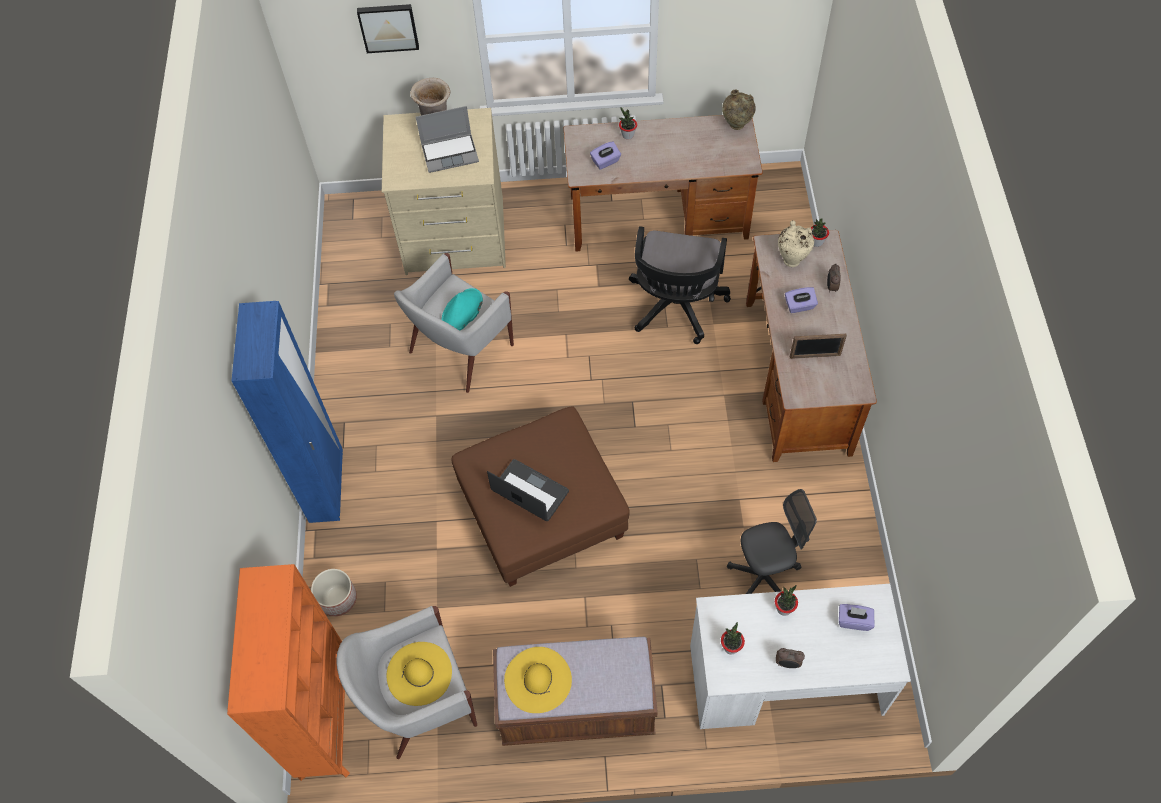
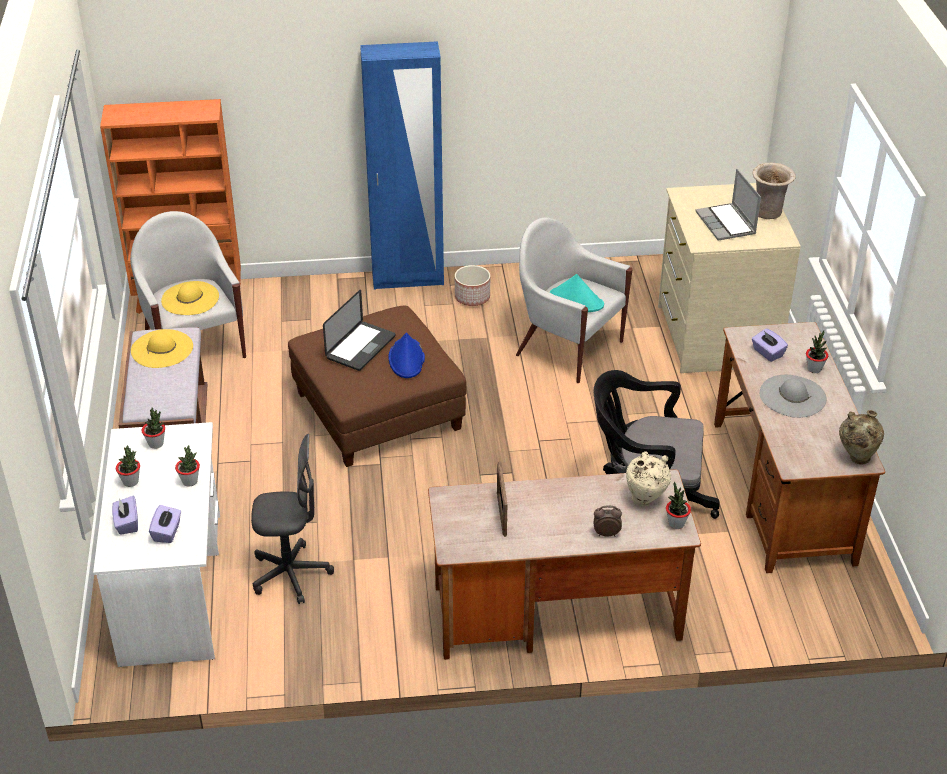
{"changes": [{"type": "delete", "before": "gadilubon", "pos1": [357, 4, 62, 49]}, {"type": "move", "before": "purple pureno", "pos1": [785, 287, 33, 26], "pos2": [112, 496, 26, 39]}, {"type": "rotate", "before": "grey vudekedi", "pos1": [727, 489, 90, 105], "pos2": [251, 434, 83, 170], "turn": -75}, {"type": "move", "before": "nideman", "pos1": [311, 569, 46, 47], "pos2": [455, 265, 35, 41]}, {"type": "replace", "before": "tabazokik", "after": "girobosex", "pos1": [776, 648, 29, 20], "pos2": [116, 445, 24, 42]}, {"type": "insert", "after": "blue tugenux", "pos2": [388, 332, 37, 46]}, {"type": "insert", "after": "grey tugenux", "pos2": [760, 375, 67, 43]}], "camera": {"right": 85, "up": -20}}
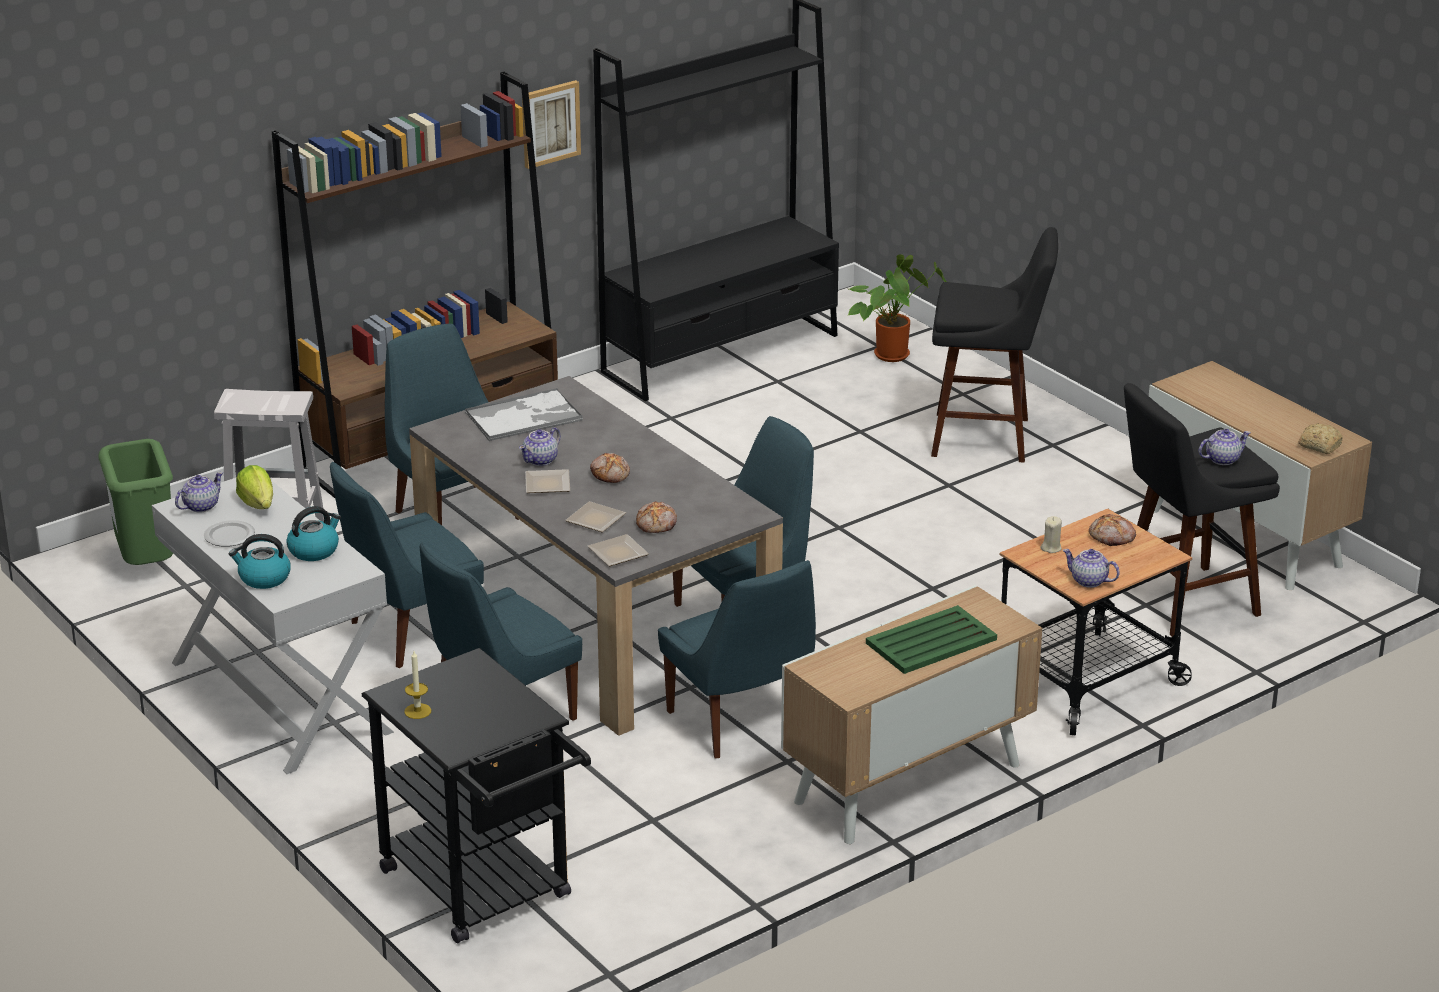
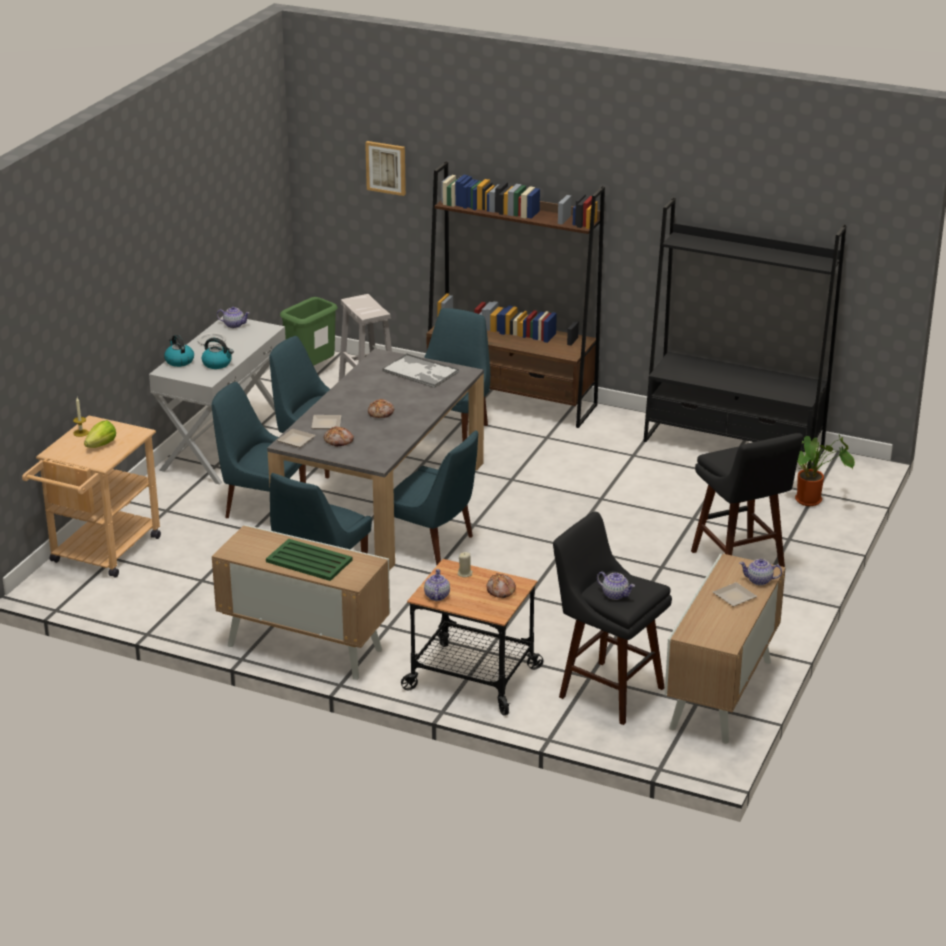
{"changes": [{"type": "move", "before": "gadilubon", "pos1": [522, 80, 59, 89], "pos2": [365, 141, 41, 55]}, {"type": "delete", "before": "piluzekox", "pos1": [1299, 423, 44, 31]}, {"type": "move", "before": "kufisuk", "pos1": [519, 427, 42, 39], "pos2": [739, 559, 43, 26]}, {"type": "move", "before": "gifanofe", "pos1": [236, 465, 37, 44], "pos2": [84, 420, 32, 28]}, {"type": "move", "before": "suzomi", "pos1": [525, 469, 45, 24], "pos2": [713, 582, 44, 25]}, {"type": "recolor", "before": "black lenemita", "after": "beige lenemita", "pos1": [362, 648, 229, 295], "pos2": [22, 416, 139, 162]}], "camera": {"right": 60, "up": 0}}
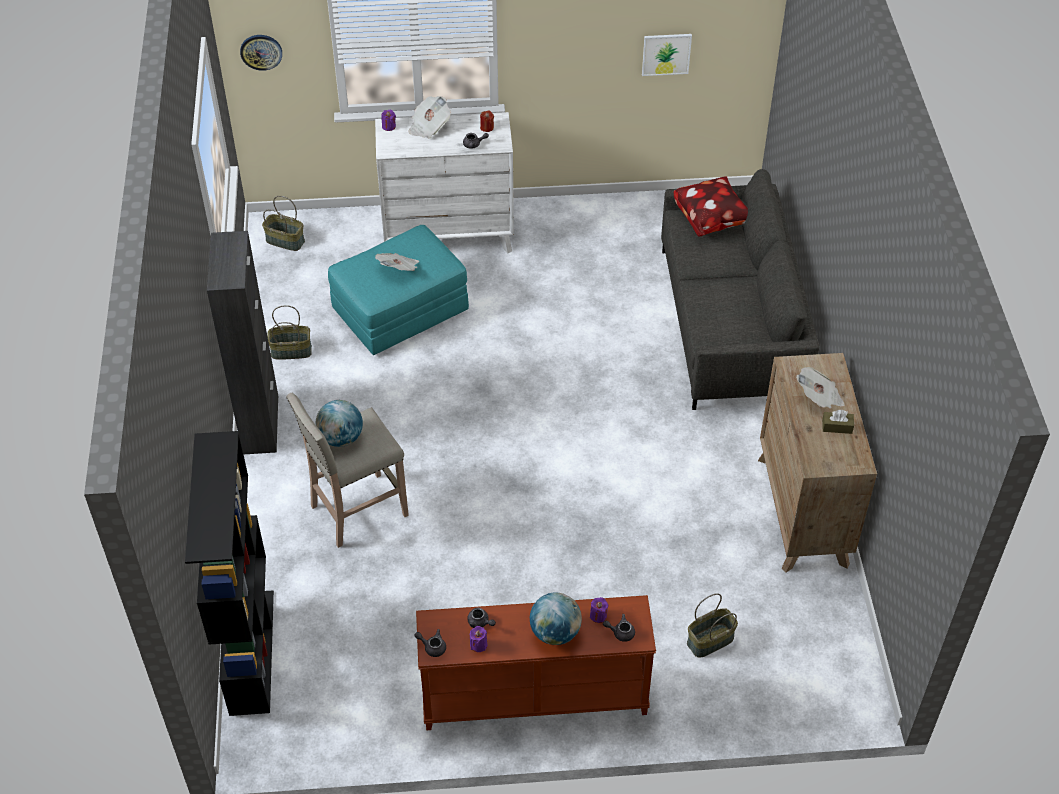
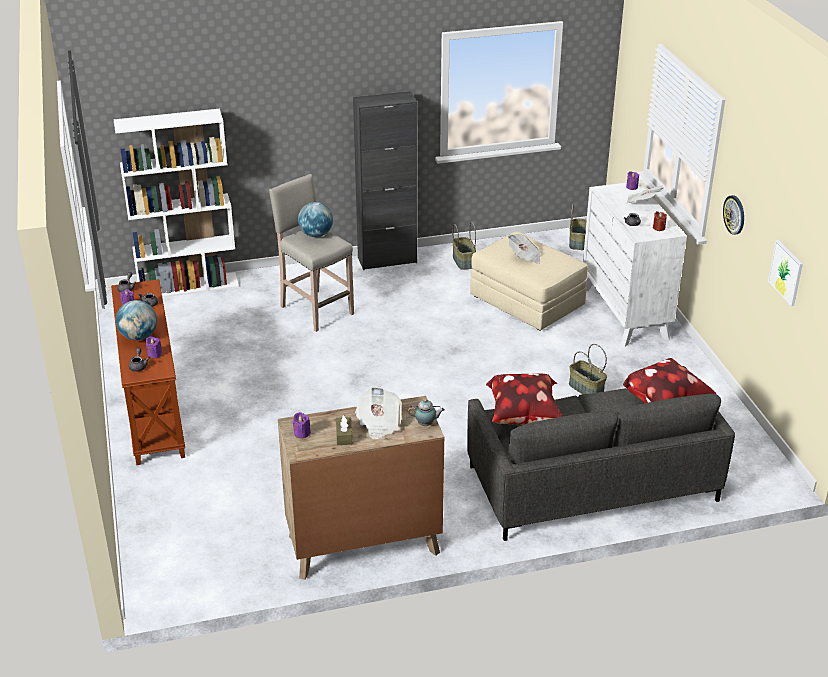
{"changes": [{"type": "move", "before": "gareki", "pos1": [240, 35, 42, 36], "pos2": [723, 195, 21, 40]}, {"type": "recolor", "before": "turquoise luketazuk", "after": "beige luketazuk", "pos1": [328, 225, 141, 130], "pos2": [470, 231, 118, 100]}, {"type": "recolor", "before": "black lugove", "after": "white lugove", "pos1": [185, 431, 89, 285], "pos2": [113, 109, 126, 189]}, {"type": "move", "before": "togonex", "pos1": [687, 593, 51, 65], "pos2": [569, 344, 38, 50]}, {"type": "insert", "after": "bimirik", "pos2": [486, 374, 77, 51]}, {"type": "insert", "after": "kufisuk", "pos2": [408, 399, 37, 27]}, {"type": "insert", "after": "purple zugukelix", "pos2": [292, 412, 19, 26]}], "camera": {"right": 80, "up": -15}}
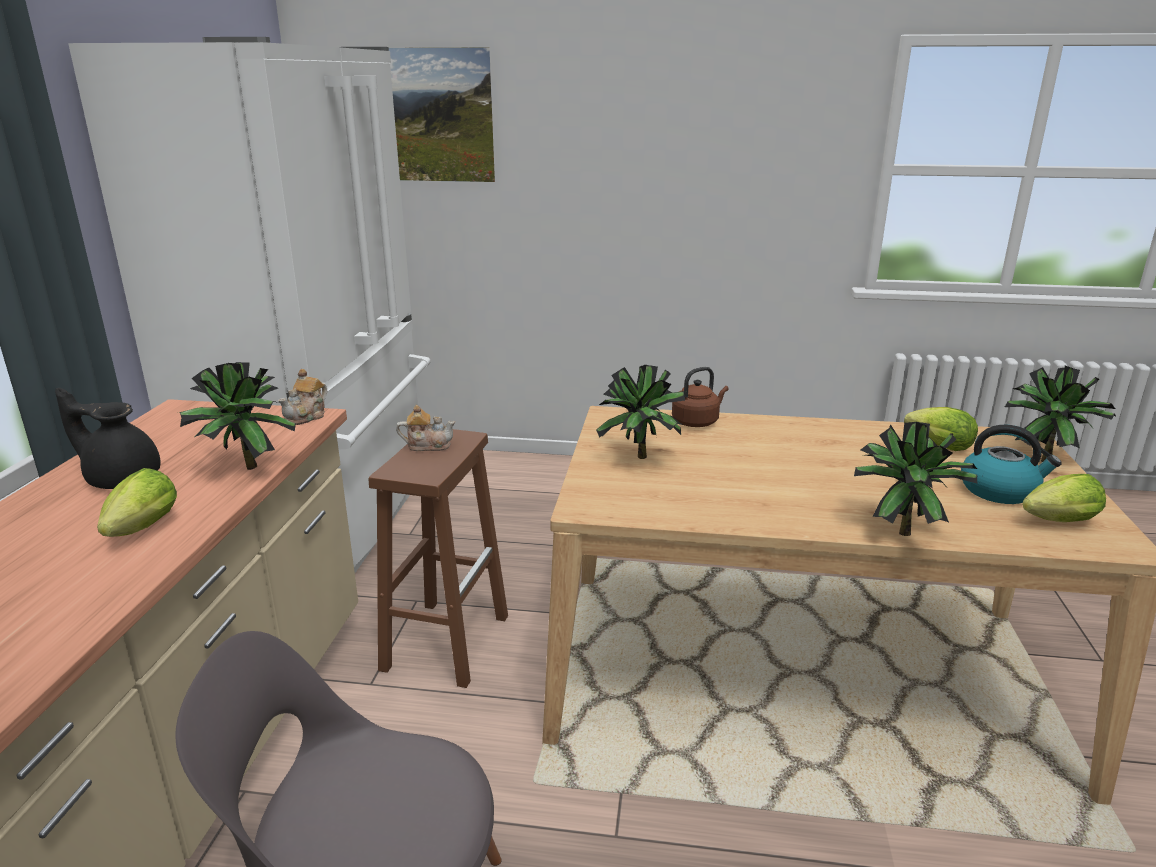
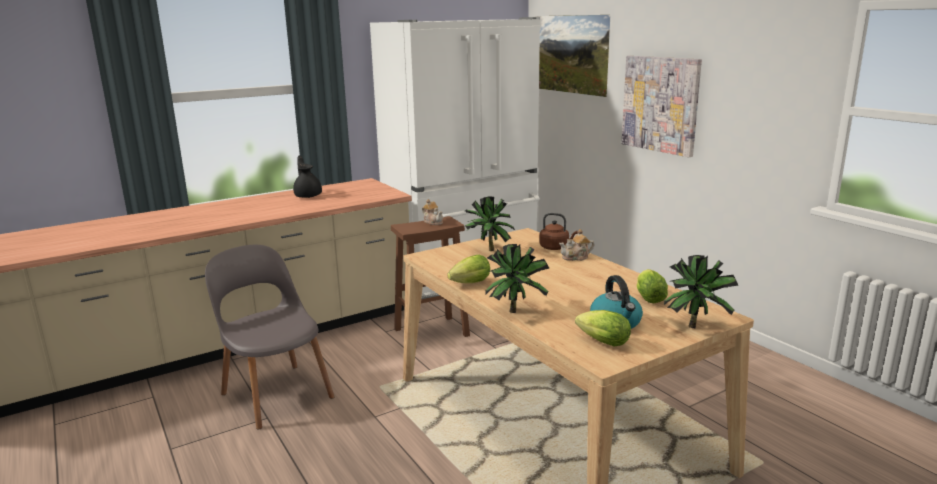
{"changes": [{"type": "delete", "before": "girobosex", "pos1": [179, 362, 117, 108]}, {"type": "move", "before": "kufisuk", "pos1": [278, 369, 49, 56], "pos2": [559, 229, 35, 32]}, {"type": "move", "before": "gifanofe", "pos1": [97, 468, 80, 69], "pos2": [447, 255, 43, 28]}, {"type": "insert", "after": "gadilubon", "pos2": [621, 56, 81, 101]}], "camera": {"right": 50, "up": -5}}
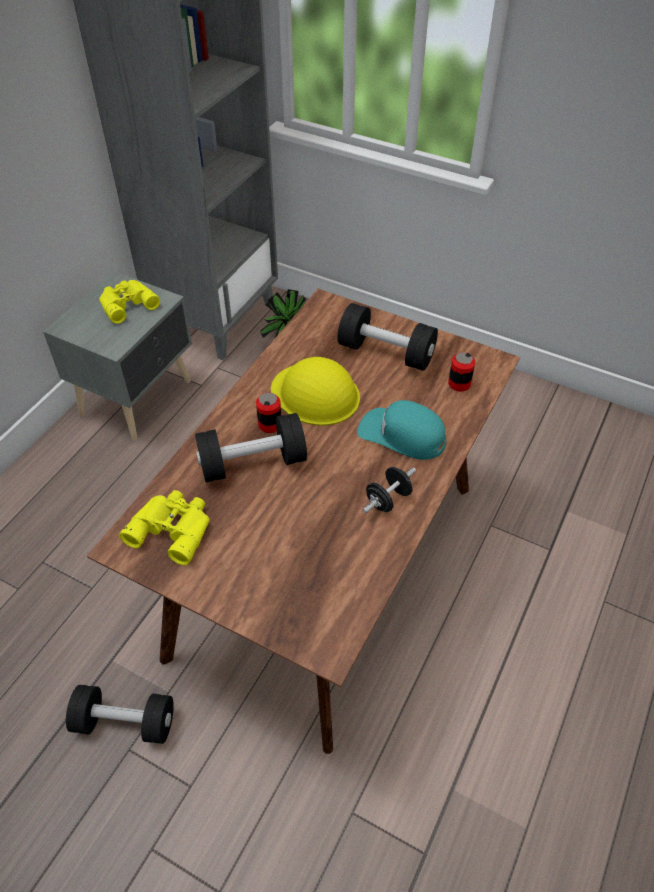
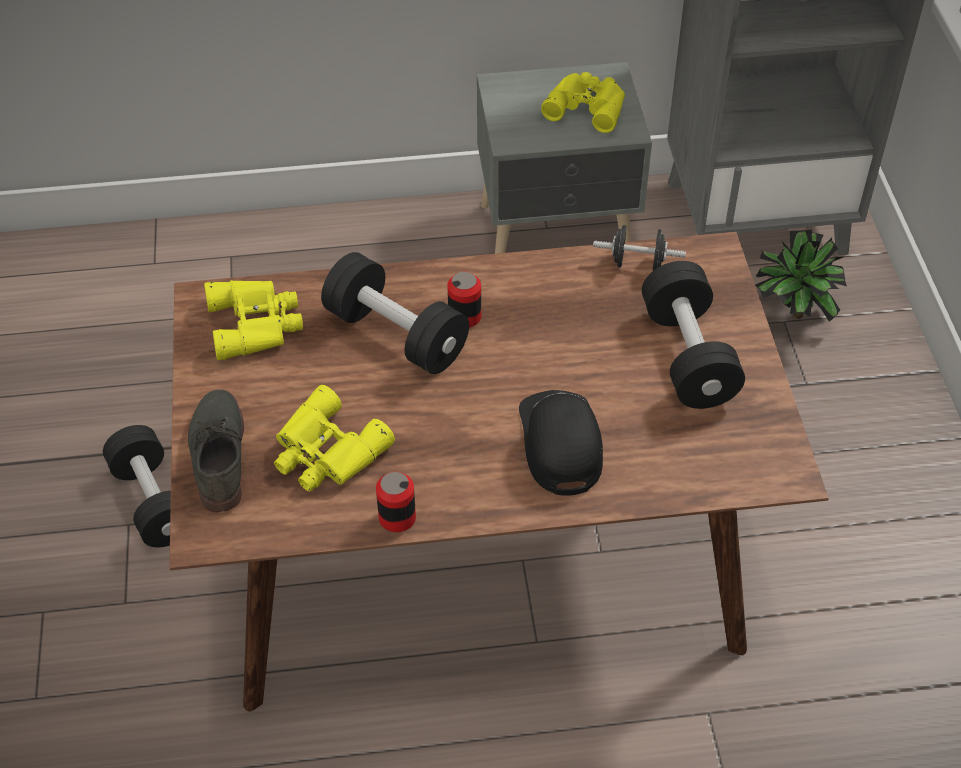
{"changes": [{"type": "move", "before": "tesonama", "pos1": [448, 352, 27, 40], "pos2": [376, 472, 40, 60]}, {"type": "delete", "before": "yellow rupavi", "pos1": [271, 357, 89, 69]}, {"type": "recolor", "before": "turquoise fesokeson", "after": "black fesokeson", "pos1": [357, 400, 90, 60], "pos2": [519, 390, 84, 106]}, {"type": "move", "before": "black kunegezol", "pos1": [363, 467, 53, 46], "pos2": [593, 225, 93, 46]}, {"type": "insert", "after": "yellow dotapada", "pos2": [274, 385, 121, 107]}, {"type": "insert", "after": "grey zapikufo", "pos2": [188, 389, 56, 123]}], "camera": {"right": 55, "up": 0}}
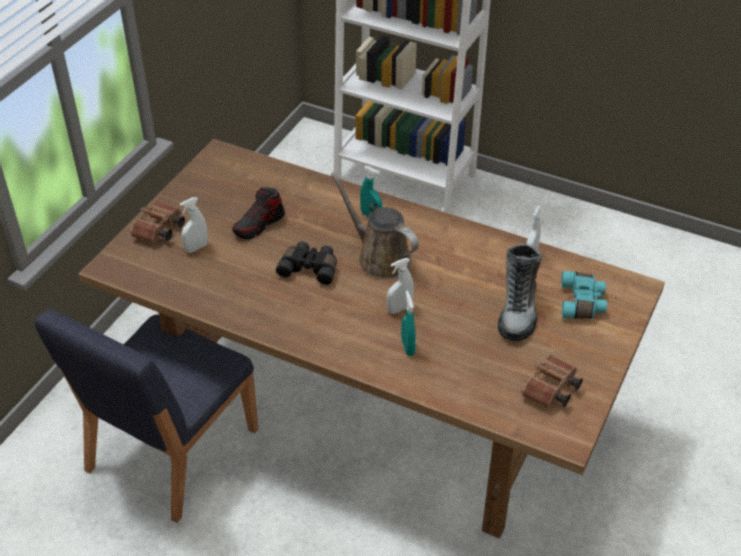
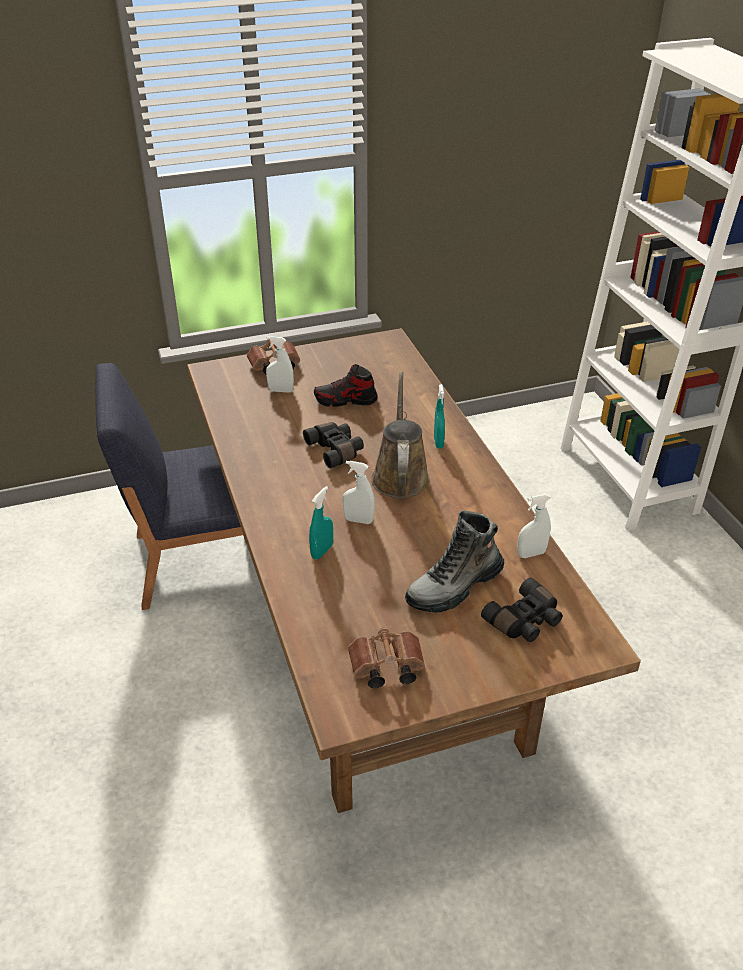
{"changes": [{"type": "recolor", "before": "turquoise dotapada", "after": "black dotapada", "pos1": [561, 271, 46, 48], "pos2": [481, 577, 82, 65]}], "camera": {"right": 45, "up": -5}}
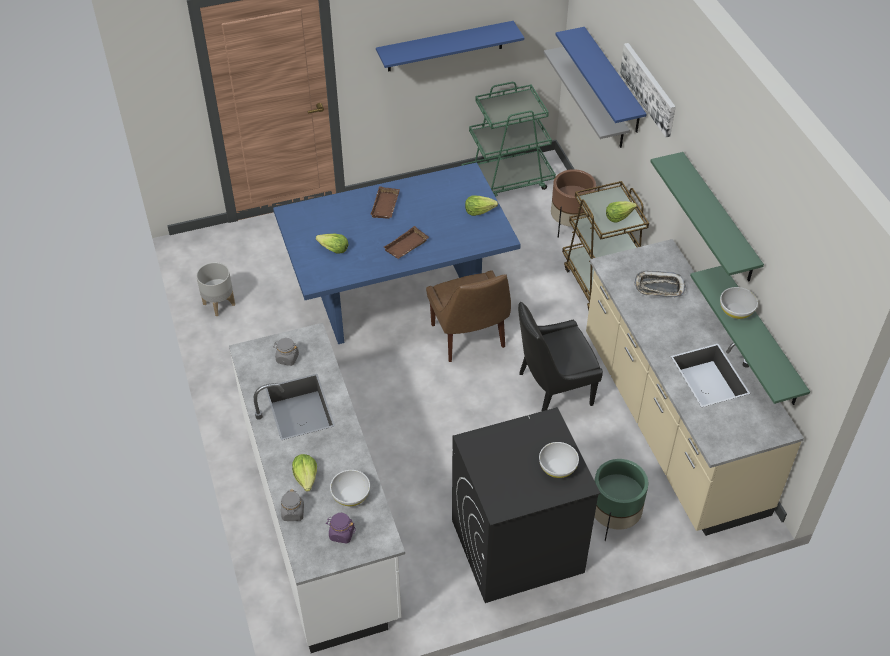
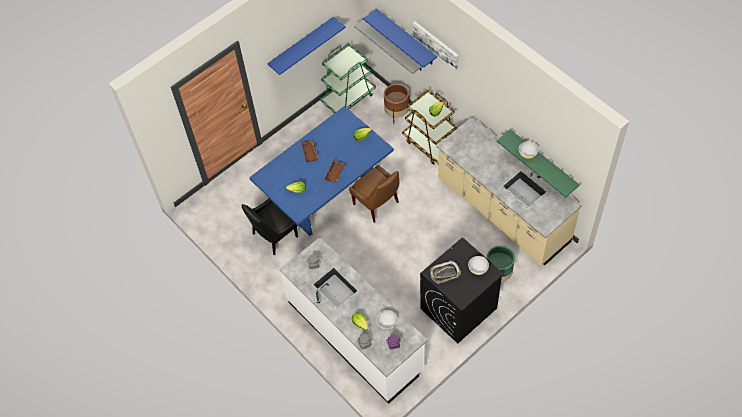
{"changes": [{"type": "delete", "before": "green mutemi", "pos1": [650, 152, 114, 129]}, {"type": "delete", "before": "grey nideman", "pos1": [196, 262, 39, 54]}, {"type": "move", "before": "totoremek", "pos1": [634, 271, 52, 27], "pos2": [430, 261, 31, 23]}, {"type": "move", "before": "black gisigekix", "pos1": [518, 302, 85, 110], "pos2": [242, 199, 56, 56]}], "camera": {"right": -20, "up": 10}}
